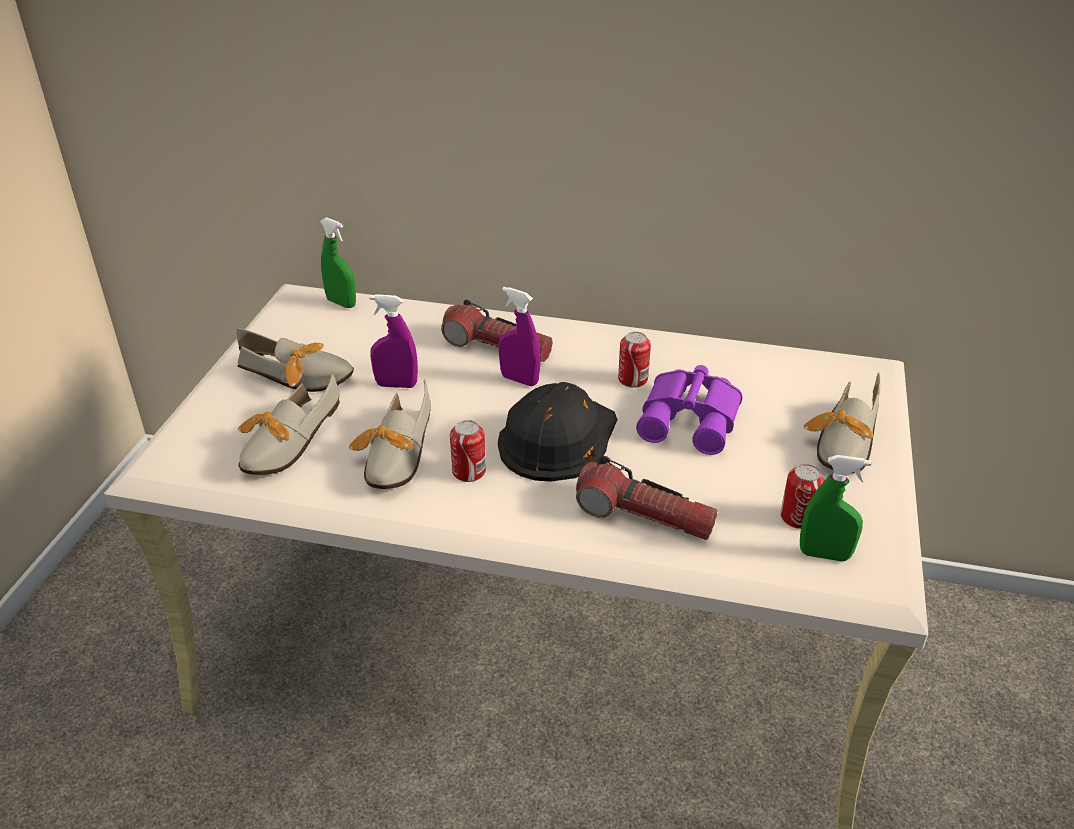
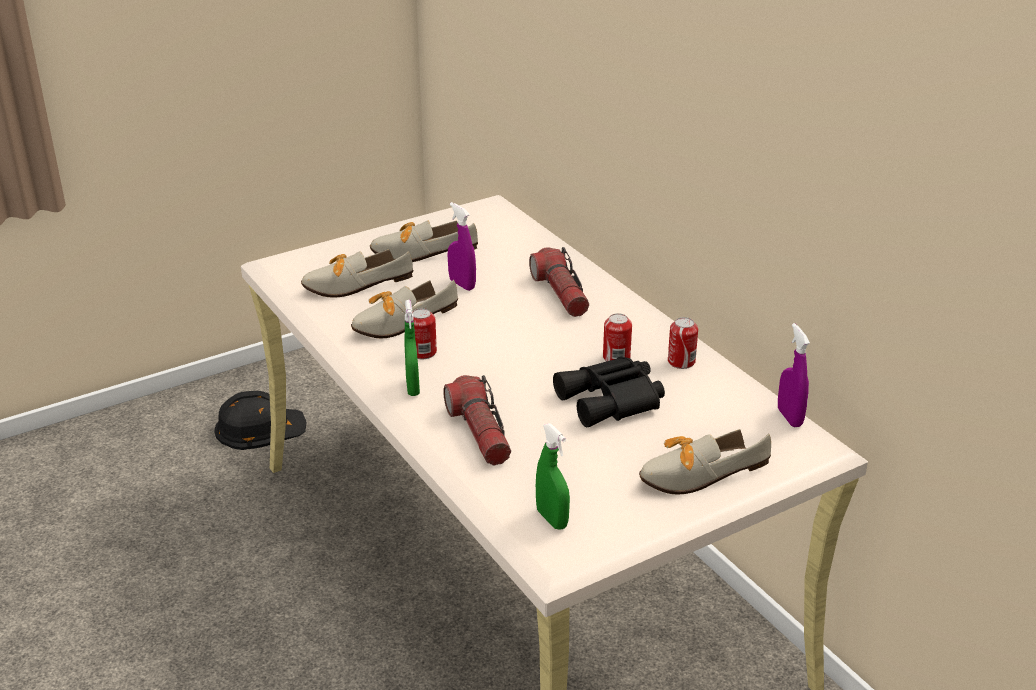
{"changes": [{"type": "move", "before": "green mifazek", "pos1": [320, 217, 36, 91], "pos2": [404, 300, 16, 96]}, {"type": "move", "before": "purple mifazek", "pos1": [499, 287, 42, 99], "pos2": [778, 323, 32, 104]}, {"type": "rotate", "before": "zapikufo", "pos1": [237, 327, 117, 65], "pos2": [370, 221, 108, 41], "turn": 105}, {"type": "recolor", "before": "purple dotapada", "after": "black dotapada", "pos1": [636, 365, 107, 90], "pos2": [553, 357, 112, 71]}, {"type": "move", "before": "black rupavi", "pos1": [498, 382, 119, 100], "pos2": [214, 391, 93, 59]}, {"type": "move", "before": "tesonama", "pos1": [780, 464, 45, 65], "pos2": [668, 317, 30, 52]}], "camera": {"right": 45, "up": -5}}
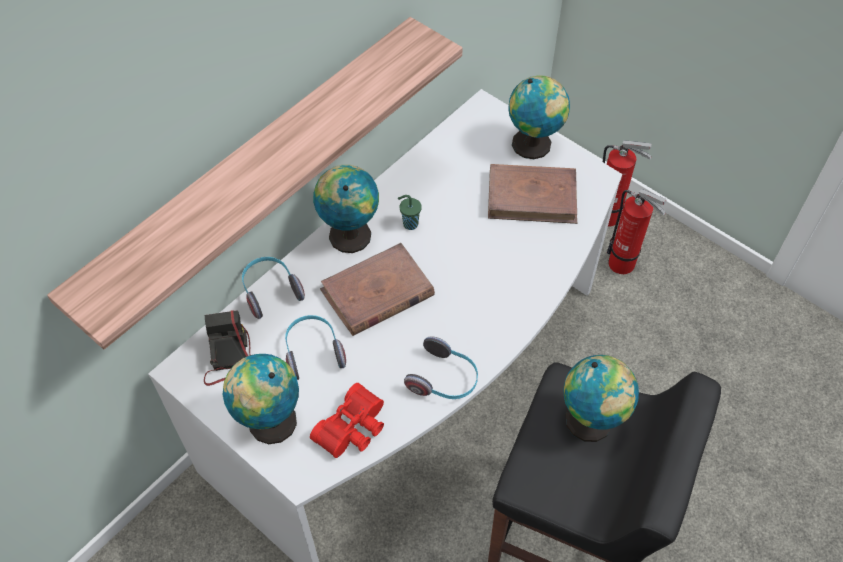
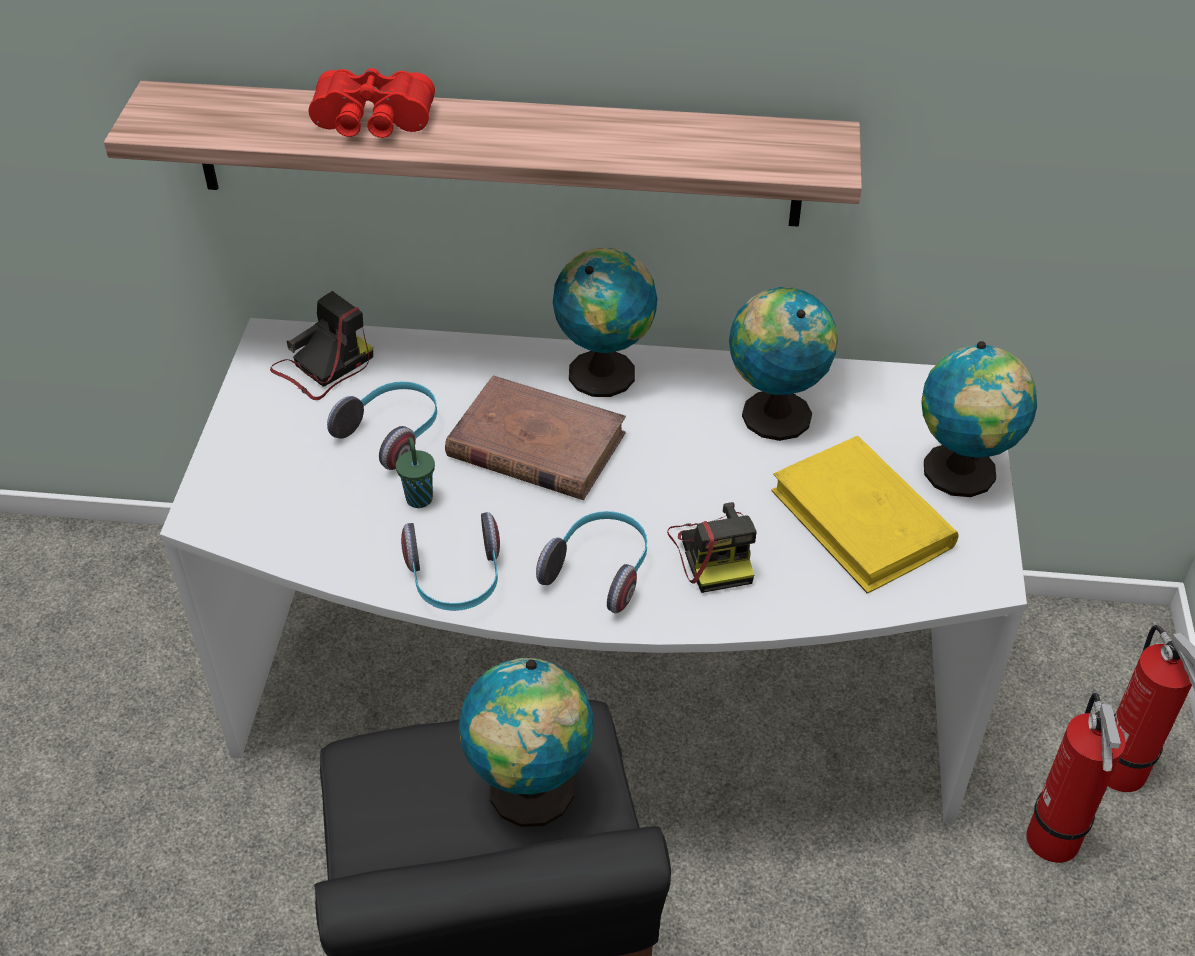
{"changes": [{"type": "recolor", "before": "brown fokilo", "after": "yellow fokilo", "pos1": [488, 164, 89, 60], "pos2": [771, 436, 188, 158]}, {"type": "move", "before": "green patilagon", "pos1": [398, 195, 24, 35], "pos2": [396, 437, 39, 71]}, {"type": "move", "before": "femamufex", "pos1": [242, 257, 63, 62], "pos2": [536, 511, 111, 102]}, {"type": "move", "before": "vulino", "pos1": [223, 354, 76, 90], "pos2": [729, 287, 109, 154]}, {"type": "move", "before": "red dotapada", "pos1": [310, 383, 74, 75], "pos2": [309, 68, 126, 70]}, {"type": "insert", "after": "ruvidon", "pos2": [667, 502, 90, 91]}], "camera": {"right": 55, "up": -10}}
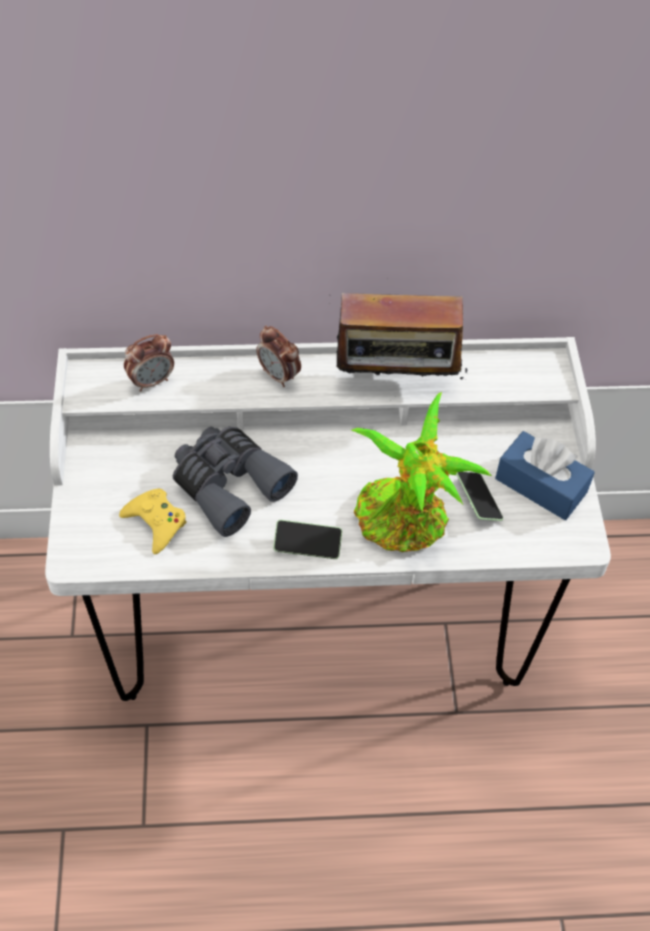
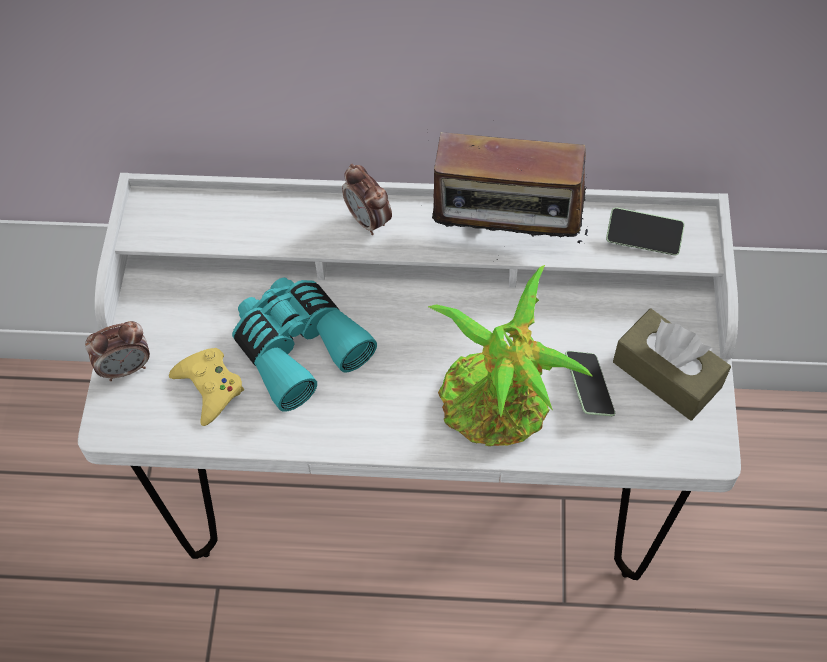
{"changes": [{"type": "move", "before": "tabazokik", "pos1": [124, 334, 50, 58], "pos2": [85, 321, 65, 60]}, {"type": "recolor", "before": "grey dotapada", "after": "turquoise dotapada", "pos1": [173, 427, 125, 110], "pos2": [232, 277, 145, 135]}, {"type": "recolor", "before": "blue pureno", "after": "brown pureno", "pos1": [495, 431, 100, 89], "pos2": [613, 309, 118, 112]}, {"type": "move", "before": "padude", "pos1": [273, 520, 69, 39], "pos2": [606, 207, 79, 49]}], "camera": {"right": 10, "up": 5}}
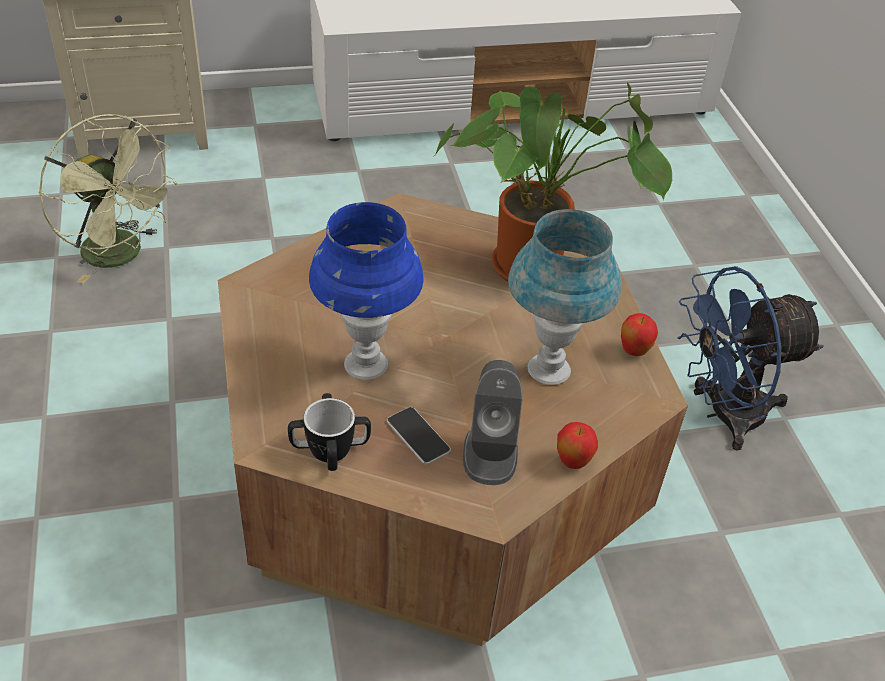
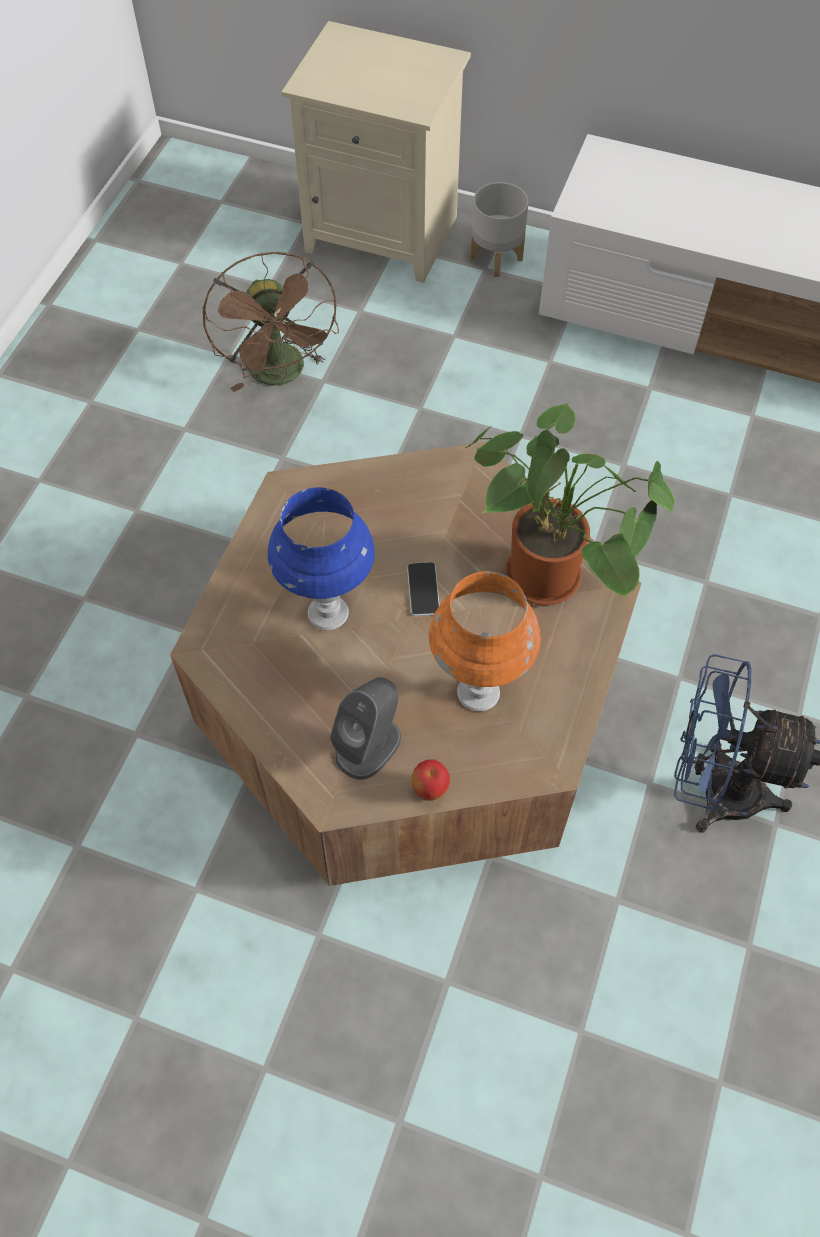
{"changes": [{"type": "recolor", "before": "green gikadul", "after": "brown gikadul", "pos1": [39, 114, 139, 170], "pos2": [203, 252, 136, 140]}, {"type": "recolor", "before": "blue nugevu", "after": "orange nugevu", "pos1": [508, 209, 113, 176], "pos2": [429, 571, 112, 140]}, {"type": "delete", "before": "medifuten", "pos1": [621, 313, 37, 43]}, {"type": "delete", "before": "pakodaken", "pos1": [288, 393, 83, 78]}, {"type": "move", "before": "padude", "pos1": [387, 407, 64, 58], "pos2": [407, 562, 33, 54]}, {"type": "insert", "after": "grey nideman", "pos2": [470, 182, 59, 95]}], "camera": {"right": 35, "up": 15}}
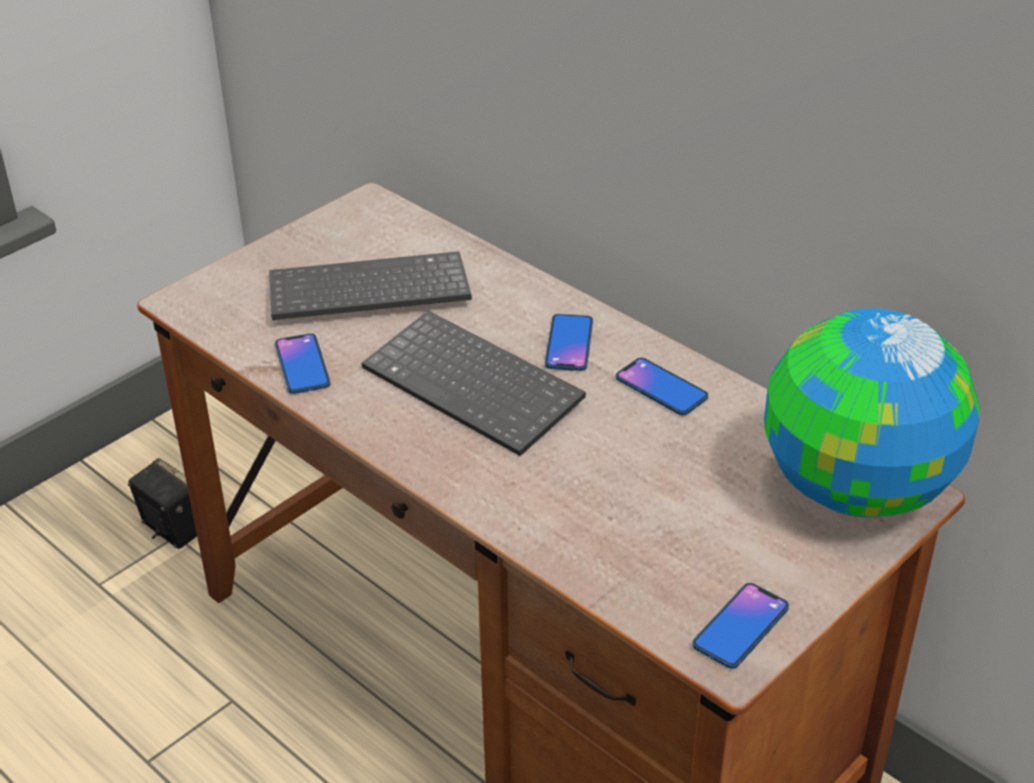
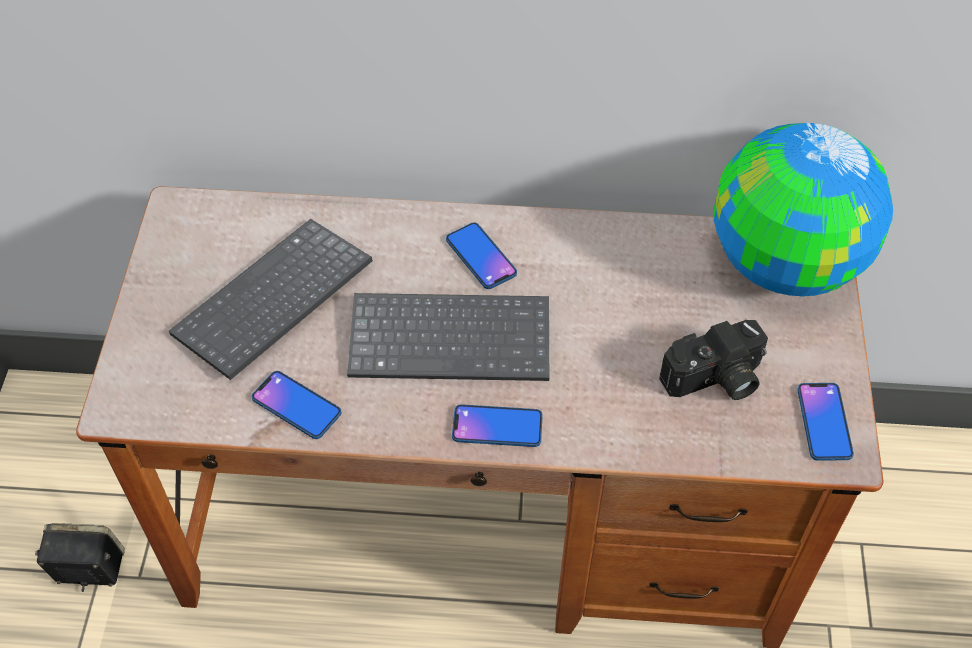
{"changes": [{"type": "move", "before": "padude", "pos1": [616, 358, 92, 57], "pos2": [452, 404, 91, 43]}, {"type": "insert", "after": "ruvidon", "pos2": [659, 320, 109, 80]}], "camera": {"right": -40, "up": 15}}
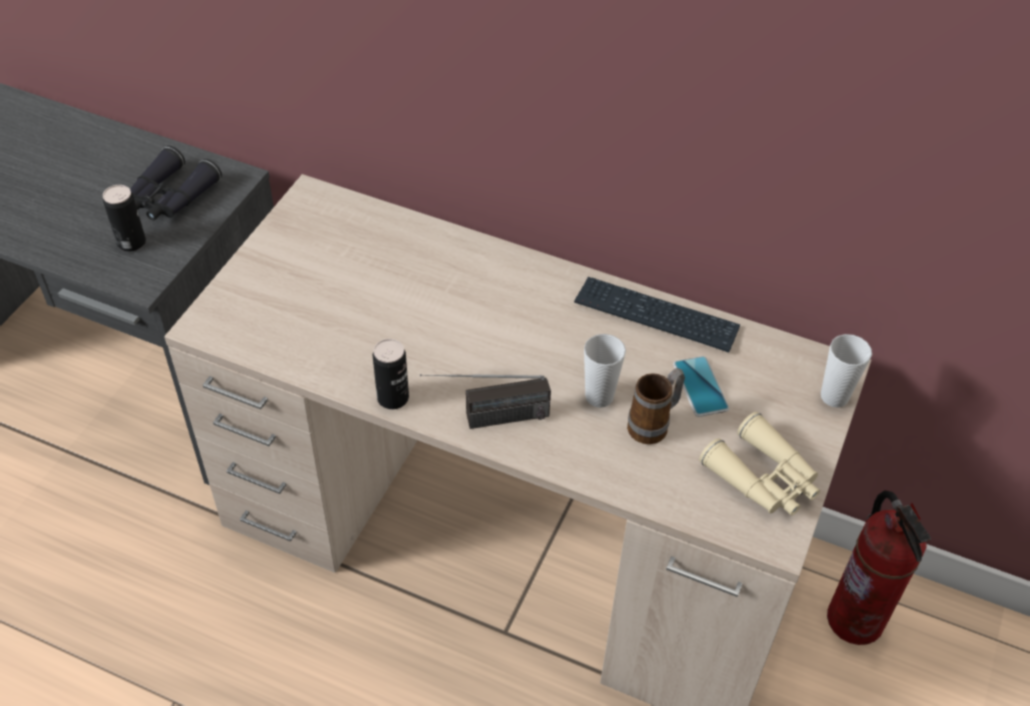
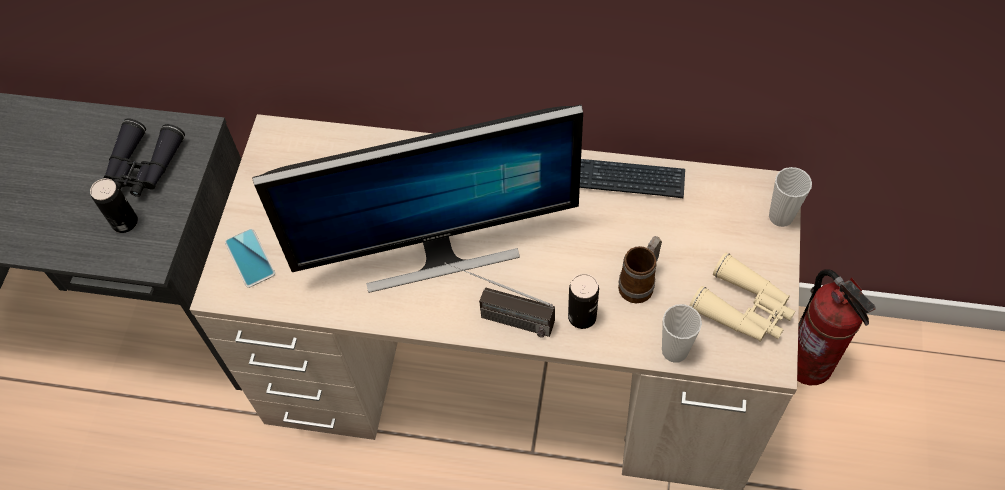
{"changes": [{"type": "move", "before": "patilagon", "pos1": [584, 334, 42, 74], "pos2": [662, 304, 40, 59]}, {"type": "move", "before": "tesonama", "pos1": [373, 339, 36, 70], "pos2": [568, 274, 31, 55]}, {"type": "move", "before": "padude", "pos1": [673, 356, 56, 61], "pos2": [225, 229, 50, 59]}, {"type": "rotate", "before": "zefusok", "pos1": [420, 374, 131, 55], "pos2": [444, 263, 111, 75], "turn": 45}, {"type": "insert", "after": "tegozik", "pos2": [252, 105, 331, 188]}], "camera": {"right": -10, "up": 10}}
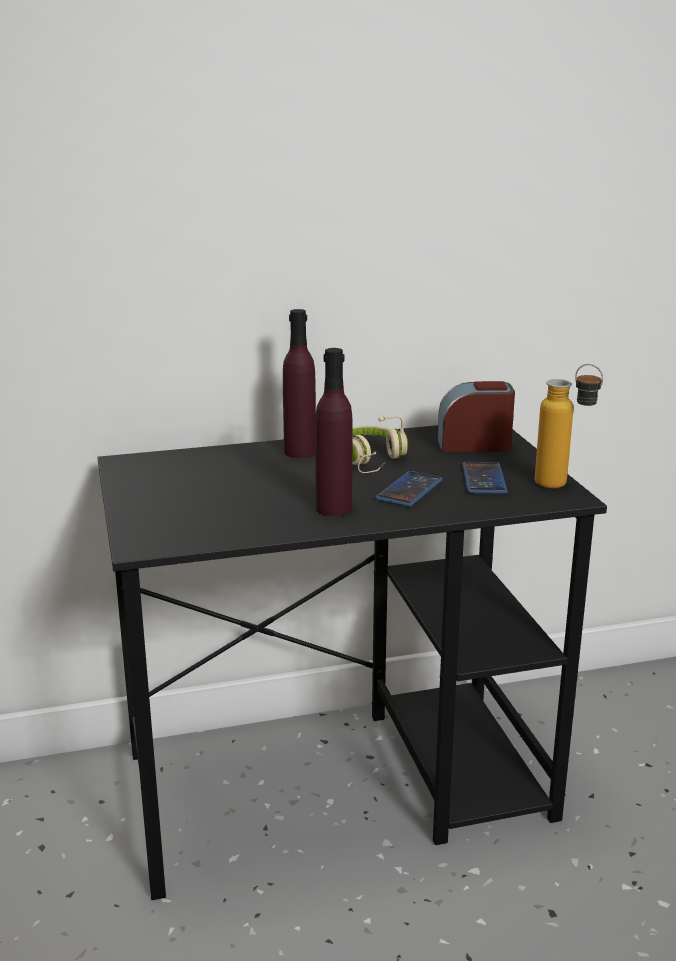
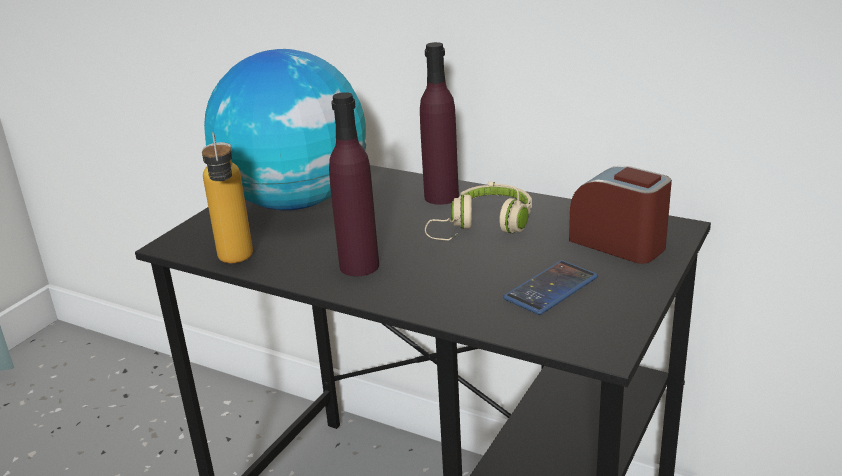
{"changes": [{"type": "move", "before": "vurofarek", "pos1": [535, 364, 68, 124], "pos2": [202, 132, 51, 131]}, {"type": "delete", "before": "padude", "pos1": [375, 471, 68, 36]}, {"type": "insert", "after": "vulino", "pos2": [204, 49, 162, 161]}], "camera": {"right": 45, "up": 5}}
